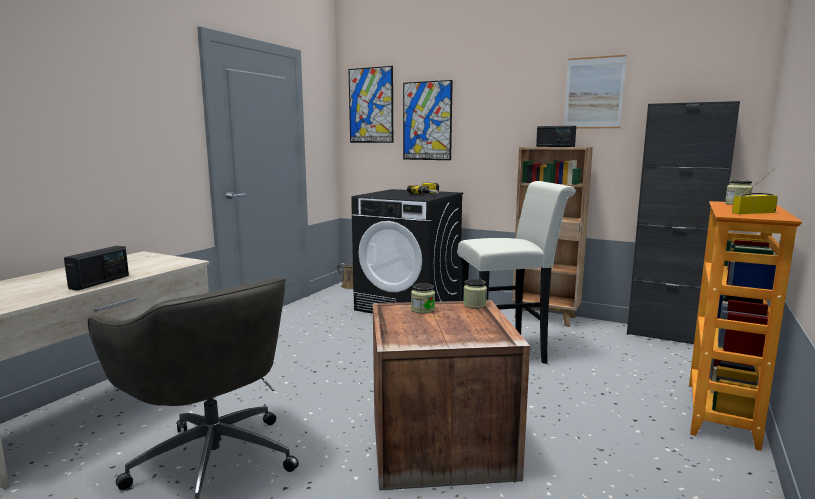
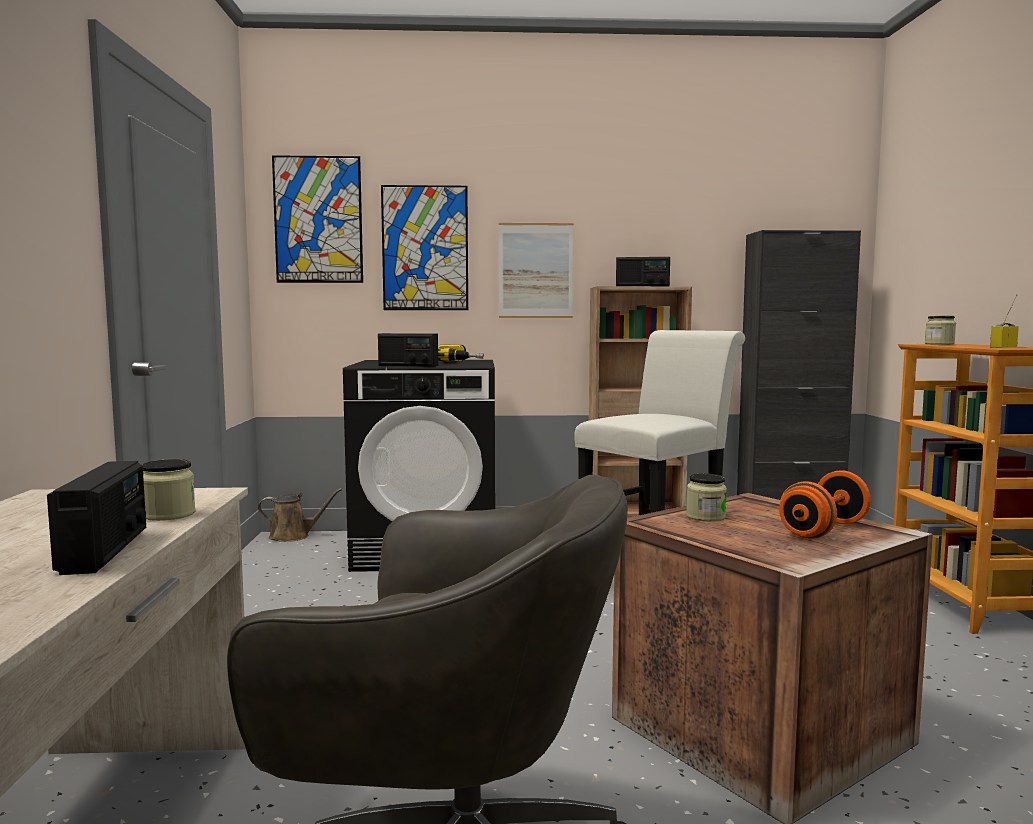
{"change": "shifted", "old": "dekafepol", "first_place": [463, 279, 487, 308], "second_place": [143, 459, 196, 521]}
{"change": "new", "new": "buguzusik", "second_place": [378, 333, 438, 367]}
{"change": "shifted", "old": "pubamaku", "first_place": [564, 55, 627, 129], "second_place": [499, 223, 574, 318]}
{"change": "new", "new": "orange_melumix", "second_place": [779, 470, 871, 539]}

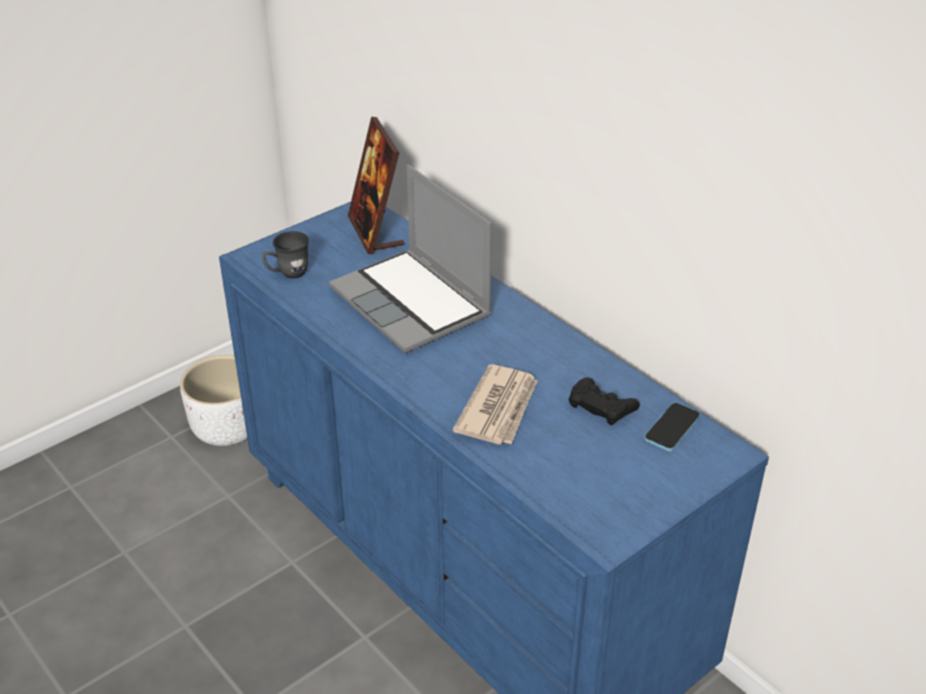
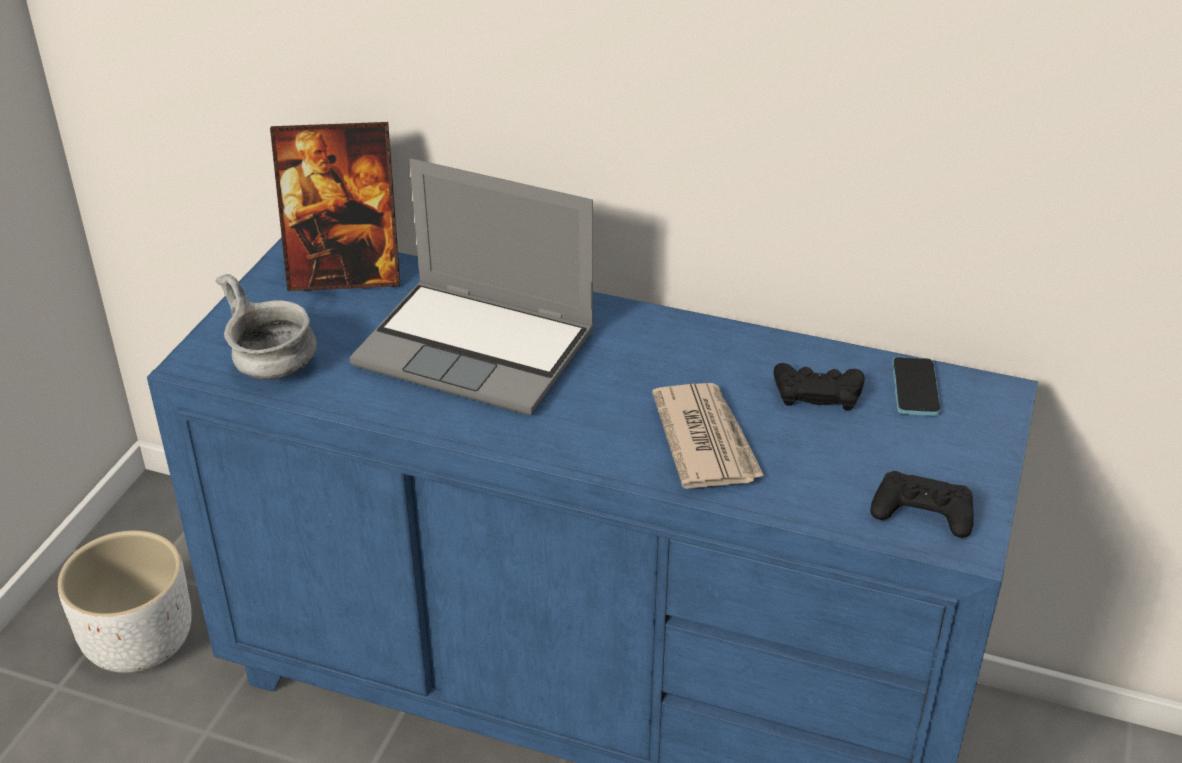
{"change": "swapped", "old": "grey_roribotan", "new": "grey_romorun", "first_place": [262, 231, 309, 279], "second_place": [216, 274, 317, 380]}
{"change": "rotated", "old": "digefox", "first_place": [348, 117, 404, 254], "second_place": [270, 122, 400, 291], "degrees": -45}
{"change": "new", "new": "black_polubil", "second_place": [870, 471, 974, 538]}

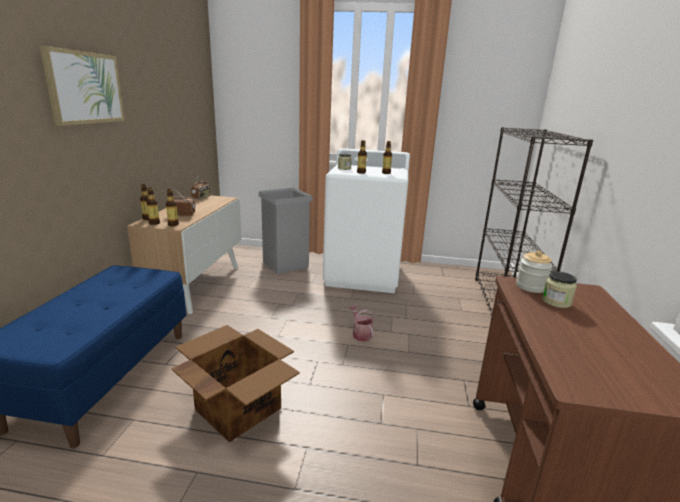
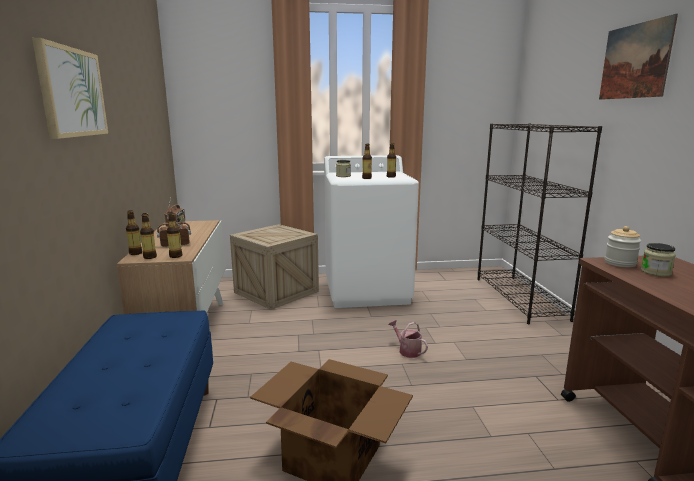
{"change": "swapped", "old": "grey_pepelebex", "new": "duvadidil", "first_place": [258, 188, 313, 274], "second_place": [230, 224, 319, 310]}
{"change": "new", "new": "pubamaku", "second_place": [599, 14, 678, 100]}

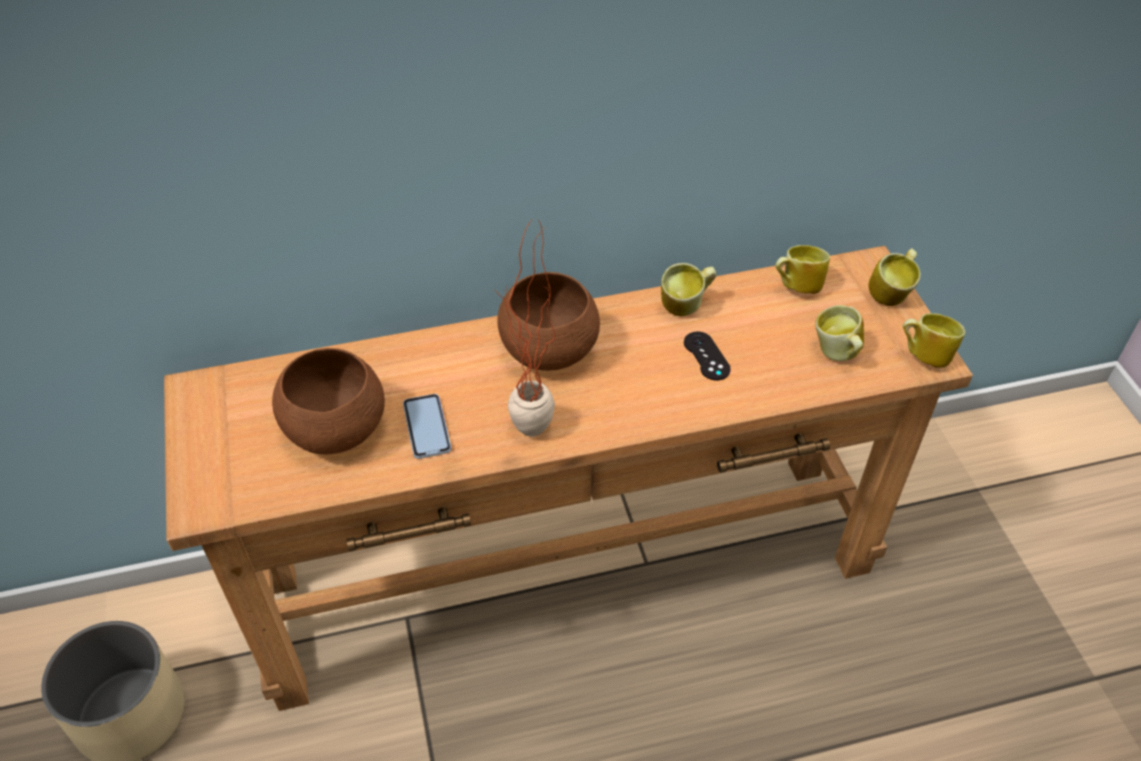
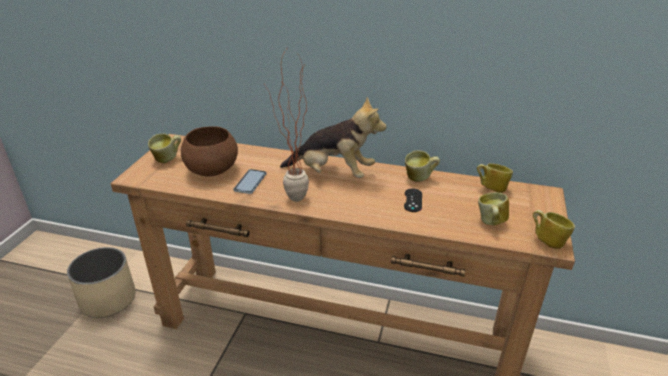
{"change": "shifted", "old": "roribotan", "first_place": [869, 248, 921, 306], "second_place": [148, 133, 181, 163]}
{"change": "swapped", "old": "brown_romorun", "new": "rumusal", "first_place": [497, 272, 600, 371], "second_place": [280, 97, 387, 178]}

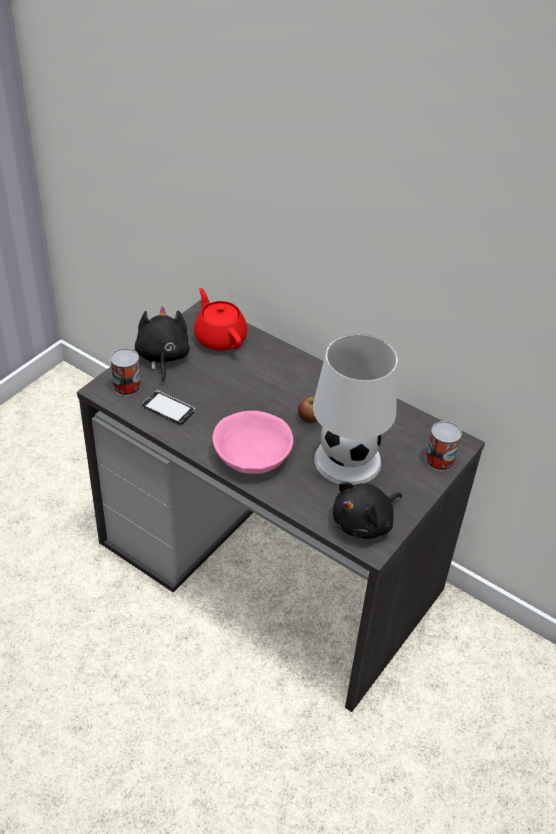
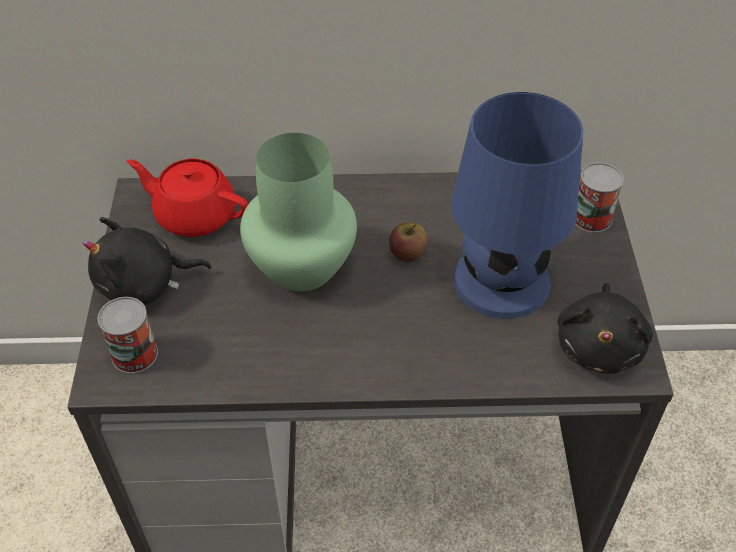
{"change": "rotated", "old": "black_rumusal", "first_place": [135, 306, 190, 383], "second_place": [83, 217, 211, 304], "degrees": -60}
{"change": "new", "new": "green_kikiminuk", "second_place": [240, 133, 357, 291]}
{"change": "repainted", "old": "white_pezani", "new": "blue_pezani", "first_place": [313, 334, 398, 485], "second_place": [451, 92, 583, 319]}
{"change": "gone", "old": "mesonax", "first_place": [142, 391, 195, 425]}
{"change": "gone", "old": "pink_romorun", "first_place": [212, 411, 293, 474]}

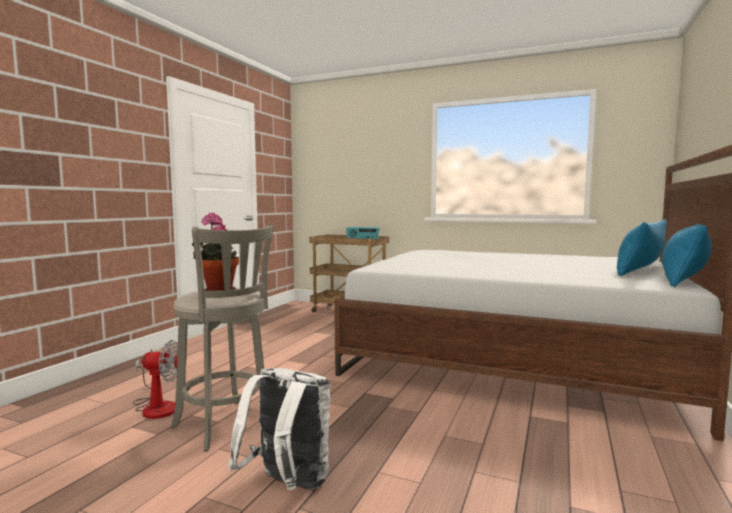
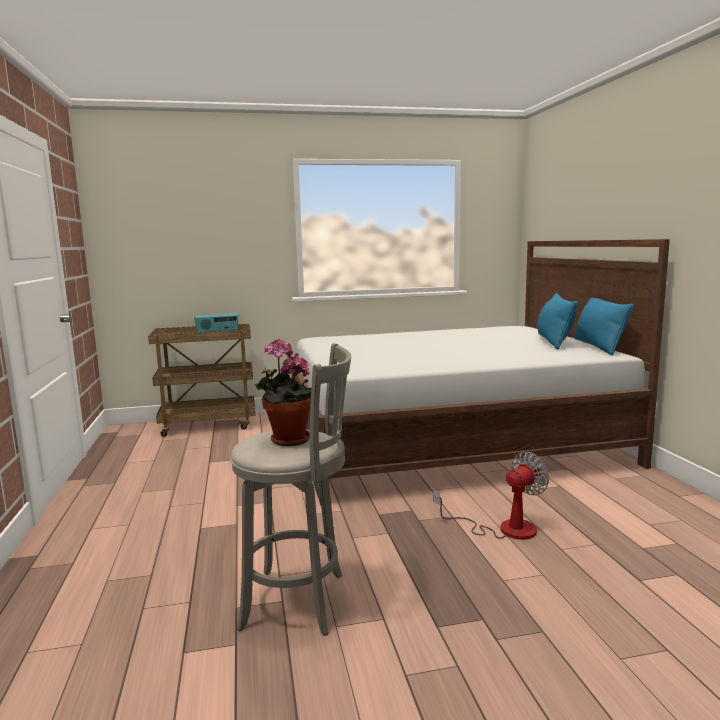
{"change": "shifted", "old": "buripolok", "first_place": [133, 340, 178, 419], "second_place": [433, 452, 549, 540]}
{"change": "gone", "old": "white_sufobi", "first_place": [228, 368, 331, 490]}

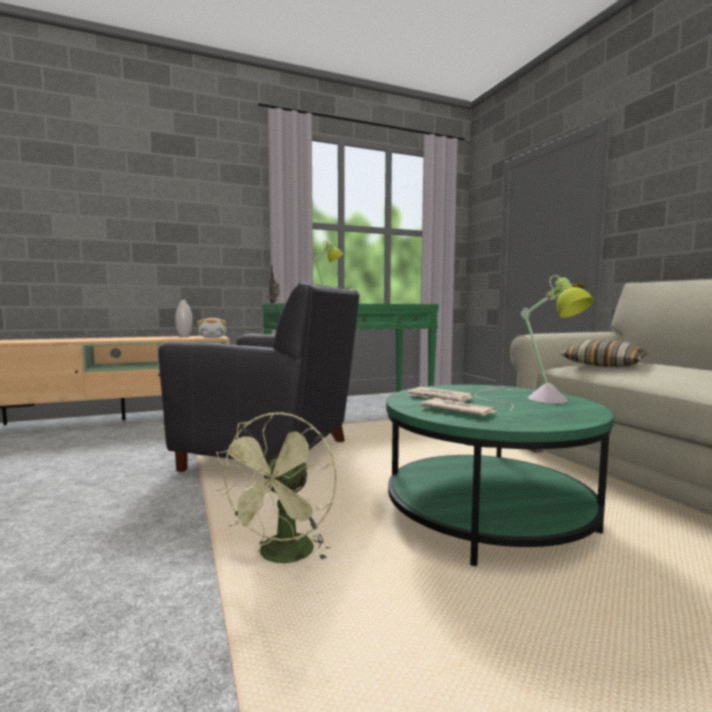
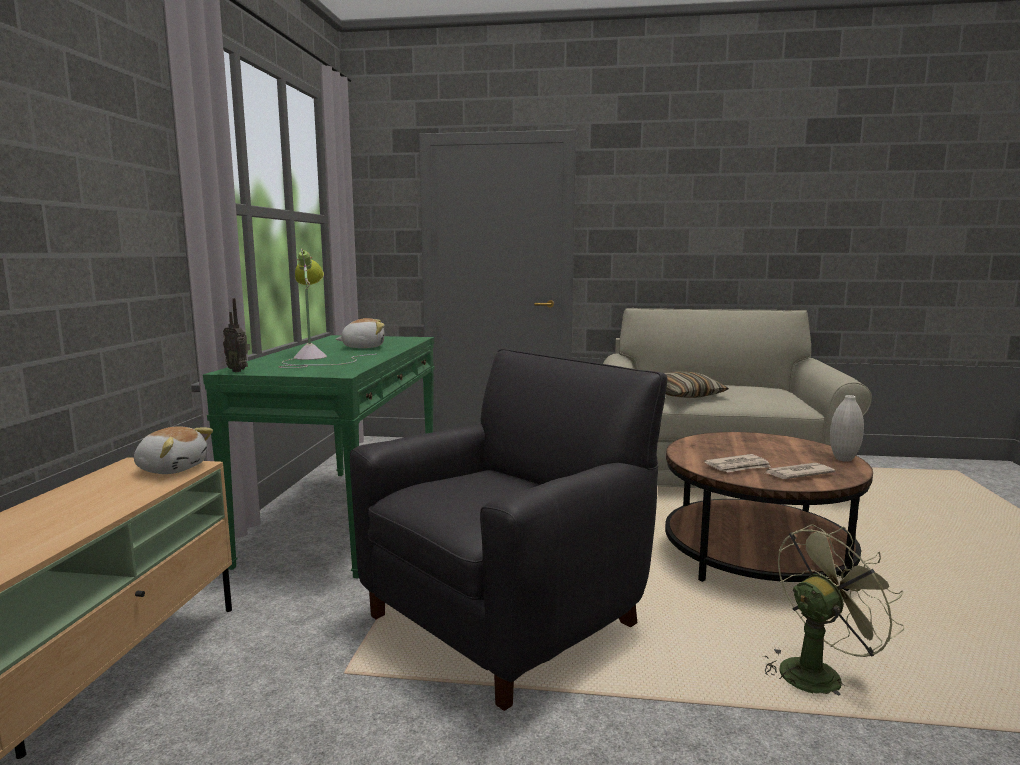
{"change": "new", "new": "rumusal", "second_place": [336, 318, 385, 348]}
{"change": "repainted", "old": "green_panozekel", "new": "brown_panozekel", "first_place": [386, 385, 614, 566], "second_place": [665, 432, 873, 591]}
{"change": "rotated", "old": "green_buripolok", "first_place": [213, 412, 337, 563], "second_place": [764, 524, 904, 695], "degrees": -75}
{"change": "shifted", "old": "white_kikiminuk", "first_place": [175, 300, 193, 337], "second_place": [830, 395, 864, 462]}
{"change": "gone", "old": "pezani", "first_place": [475, 275, 594, 411]}

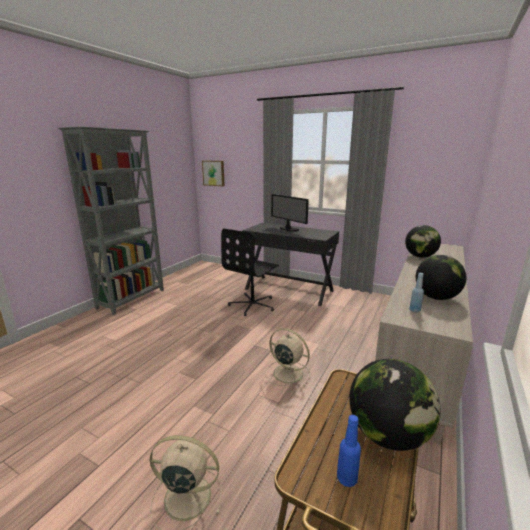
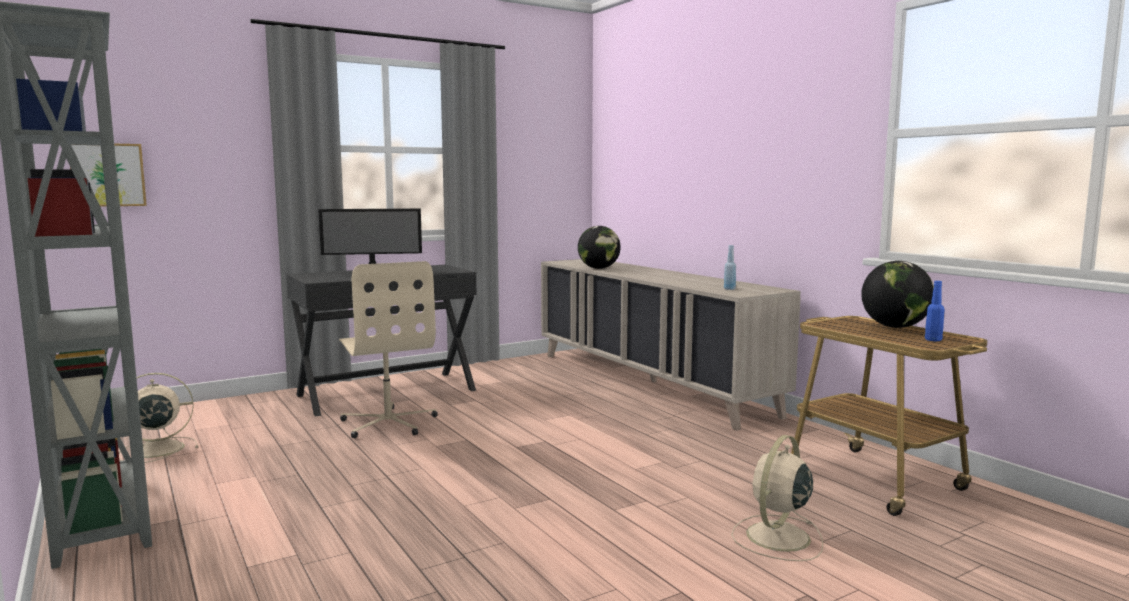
{"change": "shifted", "old": "beige_buripolok", "first_place": [265, 328, 310, 386], "second_place": [119, 373, 199, 463]}
{"change": "repainted", "old": "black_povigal", "new": "beige_povigal", "first_place": [221, 228, 279, 316], "second_place": [339, 261, 438, 438]}
{"change": "gone", "old": "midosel", "first_place": [416, 255, 466, 300]}

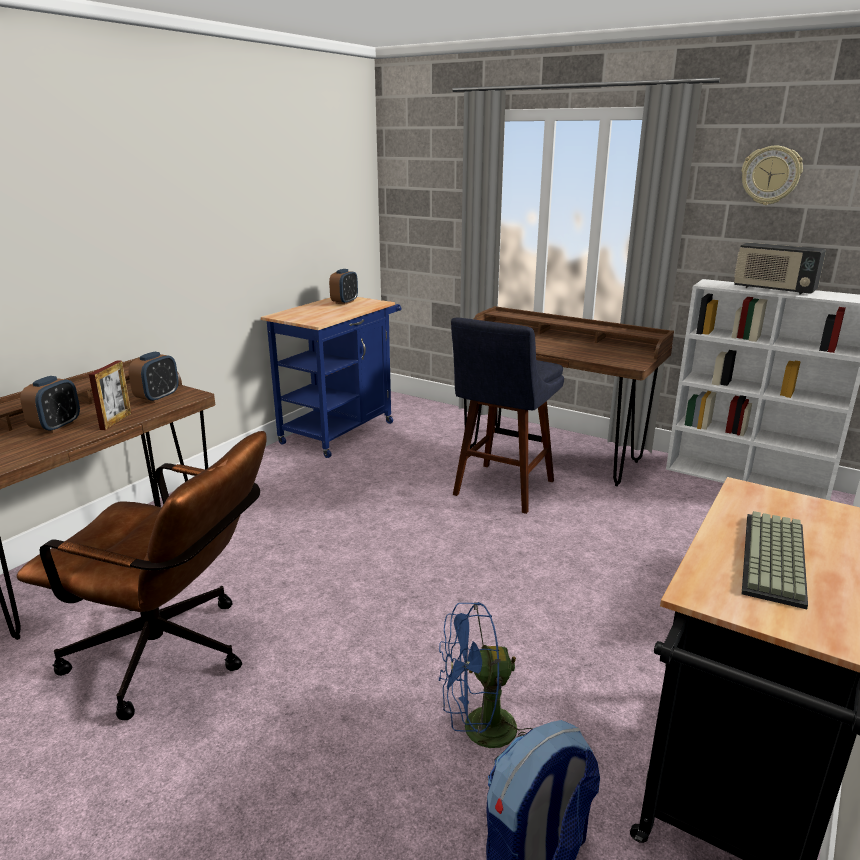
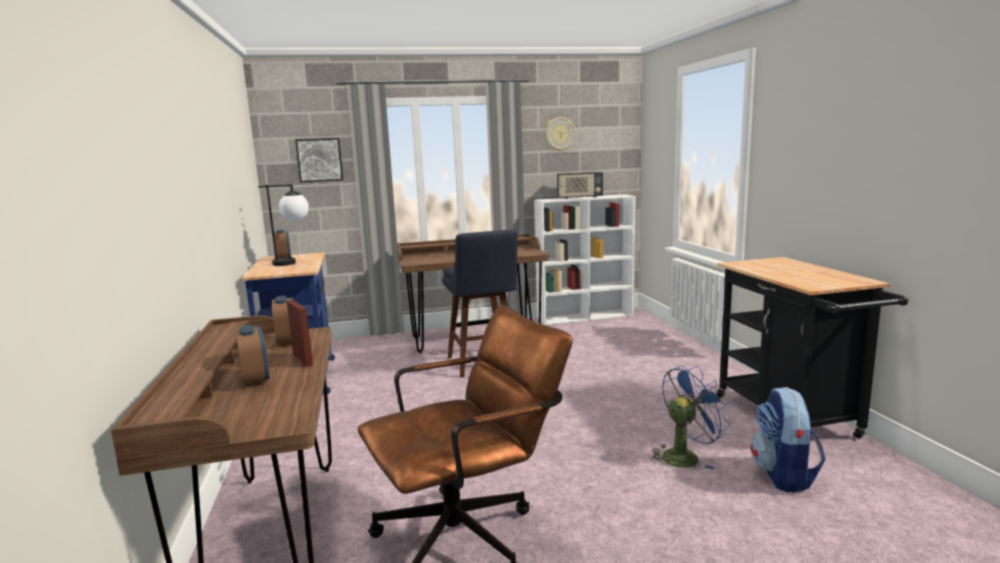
{"change": "new", "new": "pezani", "second_place": [258, 184, 309, 266]}
{"change": "new", "new": "pubamaku", "second_place": [295, 138, 343, 182]}
{"change": "rotated", "old": "blue_buripolok", "first_place": [439, 602, 533, 765], "second_place": [651, 366, 731, 470], "degrees": -150}
{"change": "gone", "old": "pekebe", "first_place": [742, 511, 808, 609]}

